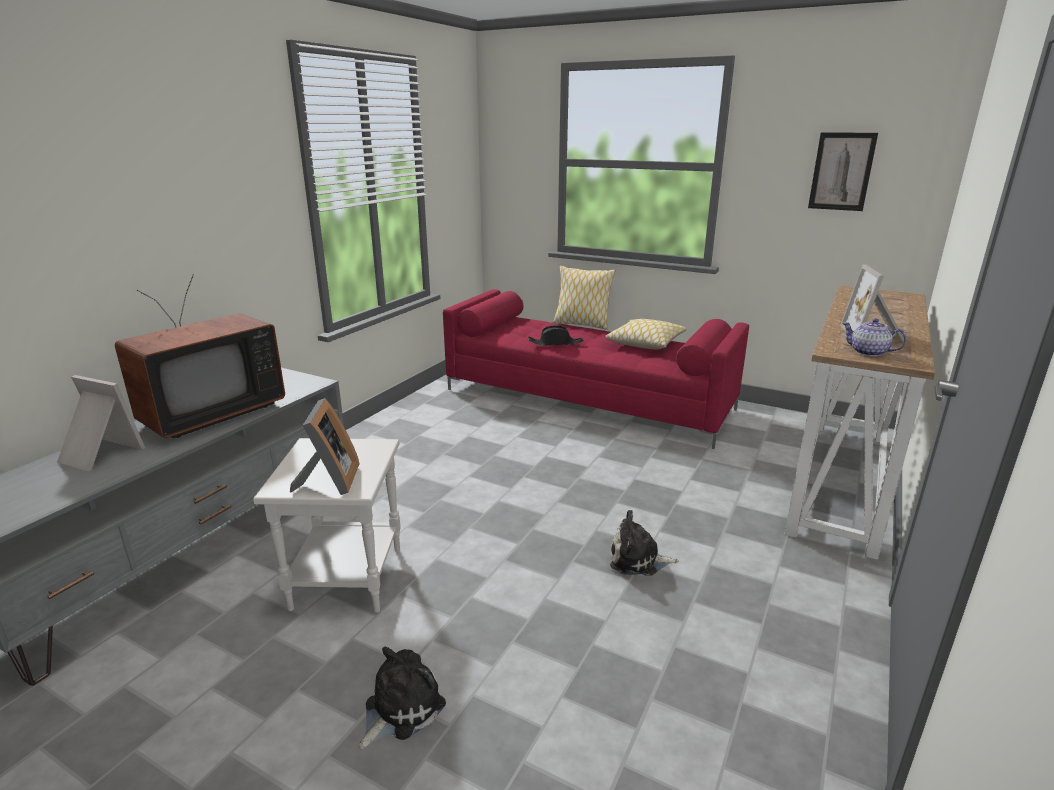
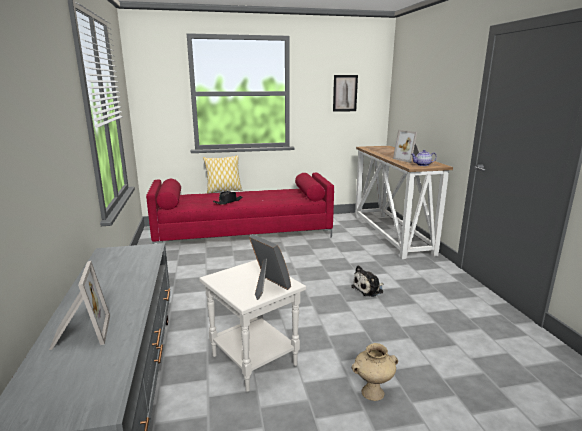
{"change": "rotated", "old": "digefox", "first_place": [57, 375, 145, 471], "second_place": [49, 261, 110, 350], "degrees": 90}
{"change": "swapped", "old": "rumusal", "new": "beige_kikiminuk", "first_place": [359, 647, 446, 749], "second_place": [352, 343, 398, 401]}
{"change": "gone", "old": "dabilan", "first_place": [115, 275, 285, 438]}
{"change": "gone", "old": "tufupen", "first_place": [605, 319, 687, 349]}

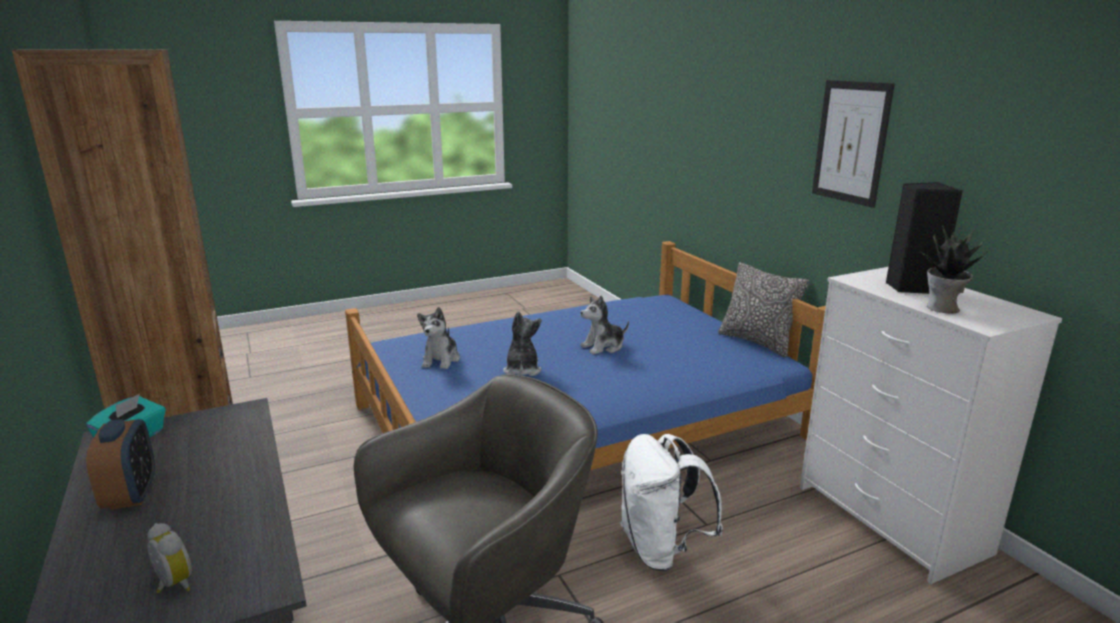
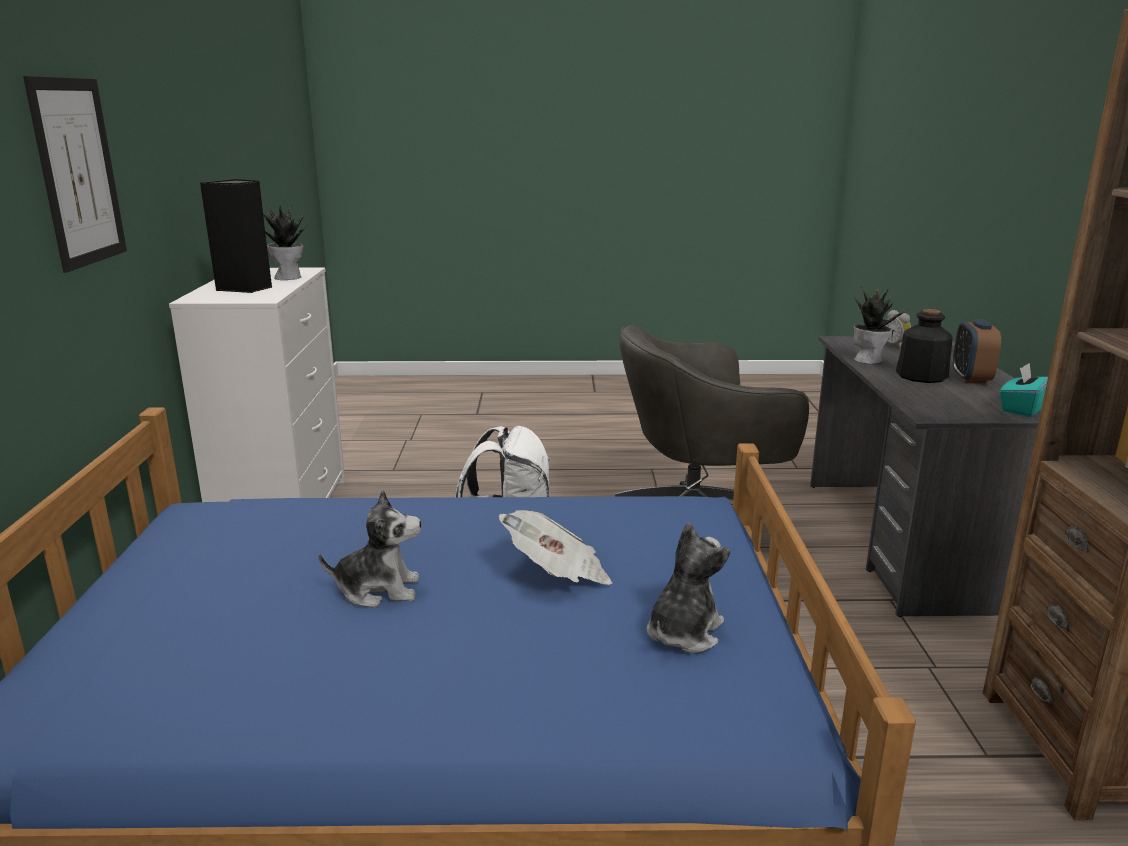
{"change": "swapped", "old": "rumusal", "new": "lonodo", "first_place": [503, 311, 542, 376], "second_place": [499, 510, 613, 585]}
{"change": "new", "new": "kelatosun", "second_place": [854, 284, 909, 364]}
{"change": "new", "new": "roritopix", "second_place": [896, 309, 953, 383]}
{"change": "gone", "old": "tufupen", "first_place": [718, 262, 809, 357]}

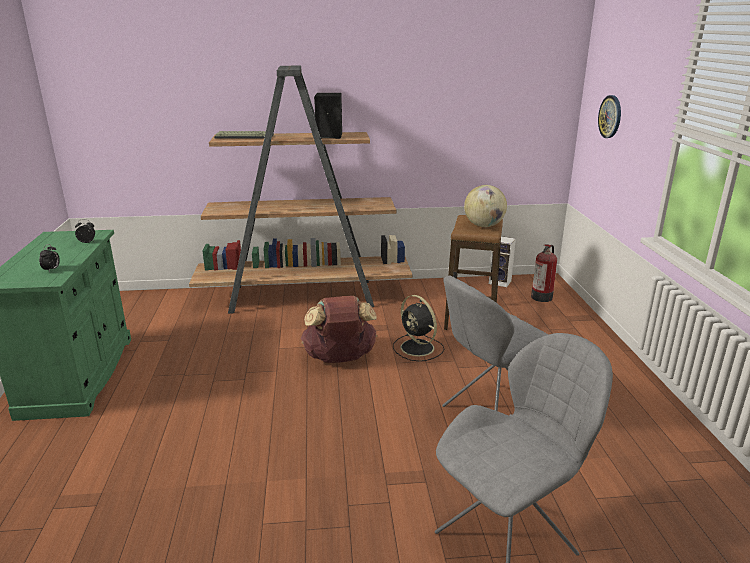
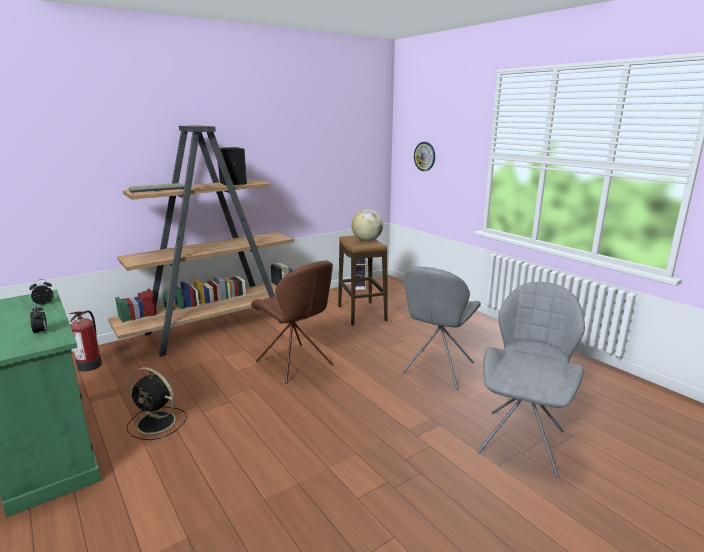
{"change": "shifted", "old": "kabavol", "first_place": [531, 244, 557, 302], "second_place": [69, 310, 102, 371]}
{"change": "shifted", "old": "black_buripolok", "first_place": [393, 295, 444, 361], "second_place": [127, 367, 187, 440]}
{"change": "swapped", "old": "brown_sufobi", "new": "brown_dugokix", "first_place": [301, 296, 377, 363], "second_place": [251, 260, 333, 384]}

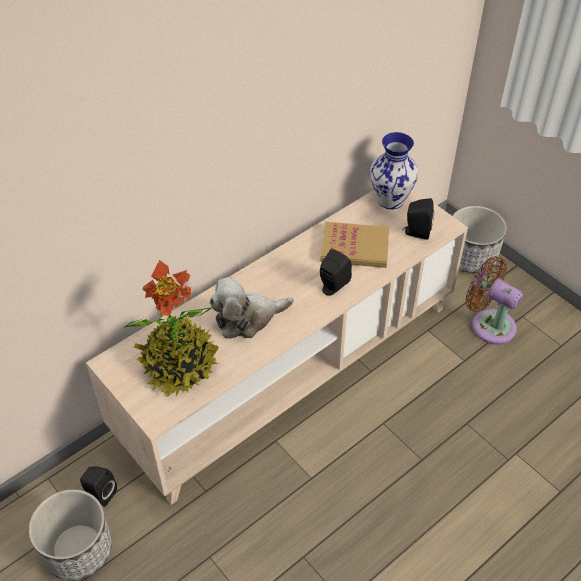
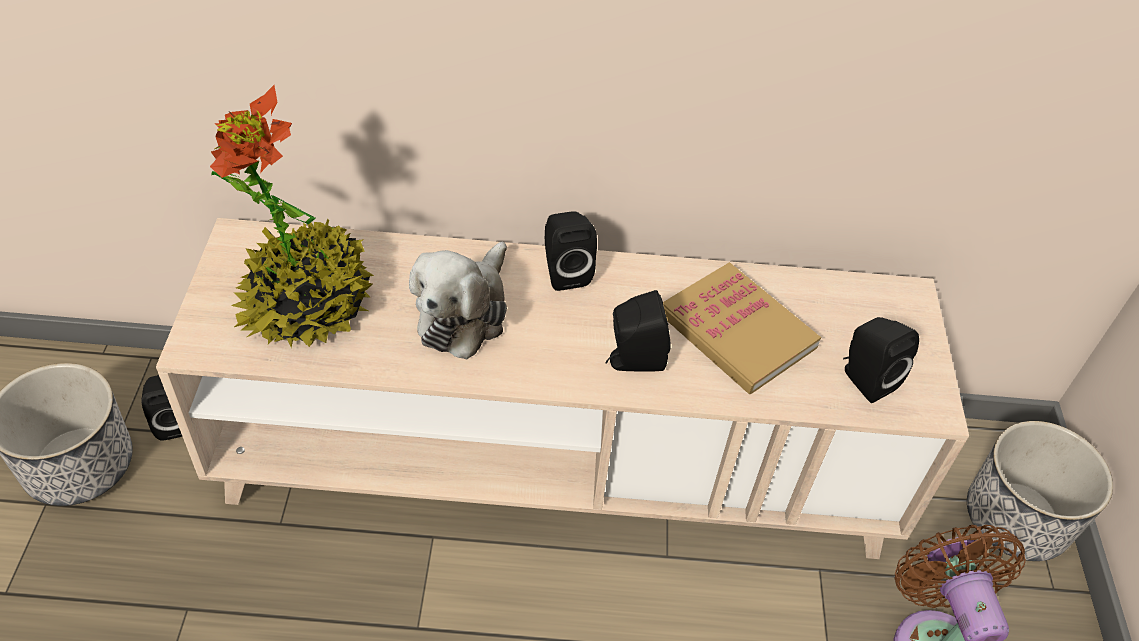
{"change": "rotated", "old": "rumusal", "first_place": [209, 277, 294, 339], "second_place": [409, 242, 507, 360], "degrees": -90}
{"change": "new", "new": "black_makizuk", "second_place": [545, 211, 597, 291]}
{"change": "gone", "old": "kikiminuk", "first_place": [370, 132, 418, 210]}

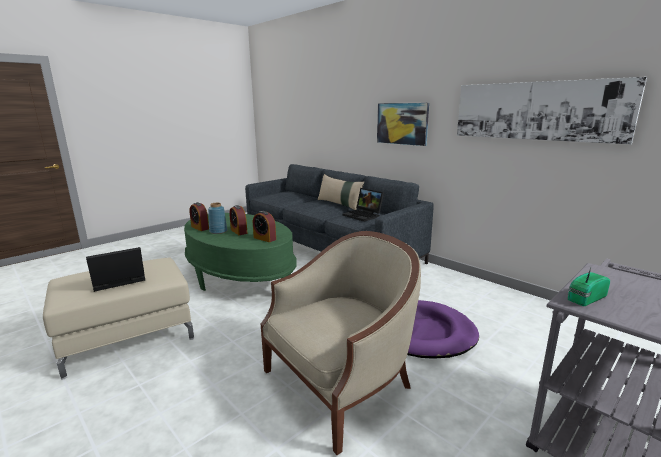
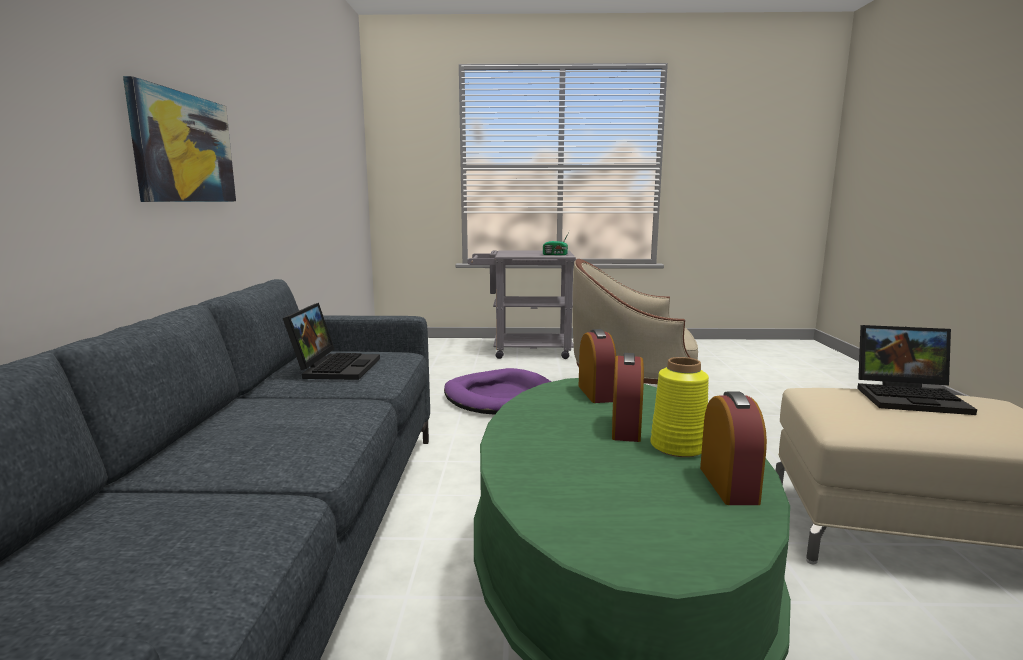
{"change": "repainted", "old": "blue_kikiminuk", "new": "yellow_kikiminuk", "first_place": [208, 203, 228, 234], "second_place": [650, 357, 709, 457]}
{"change": "gone", "old": "beige_tufupen", "first_place": [318, 174, 365, 210]}
{"change": "gone", "old": "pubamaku", "first_place": [457, 77, 647, 144]}

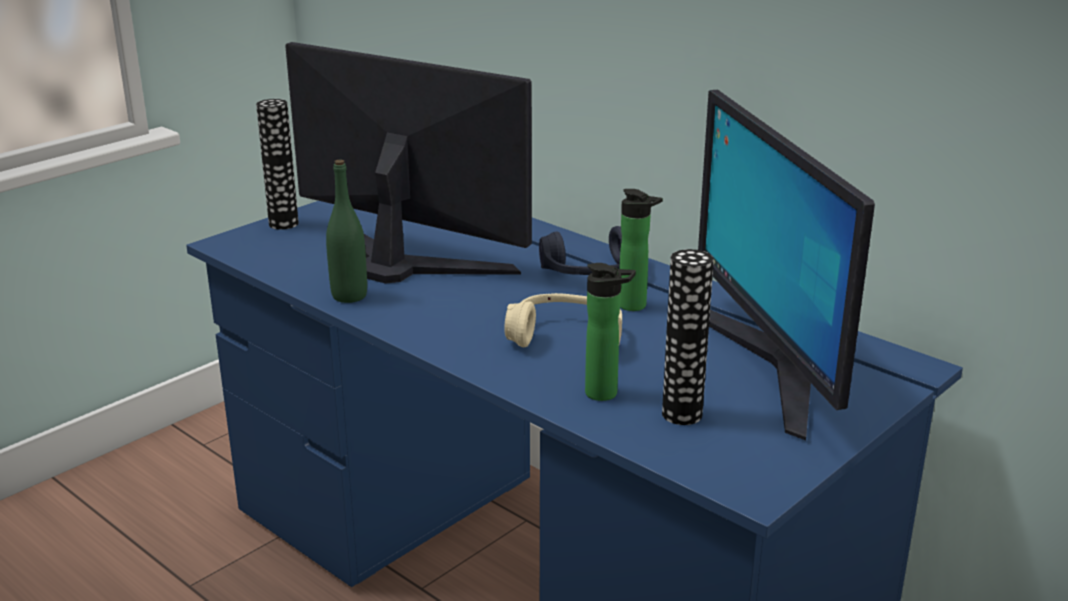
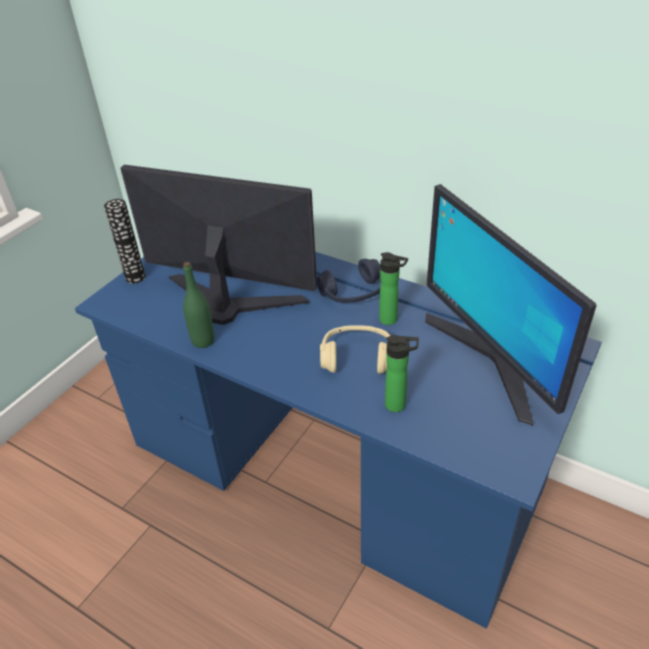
{"change": "gone", "old": "kikiminuk", "first_place": [662, 249, 714, 425]}

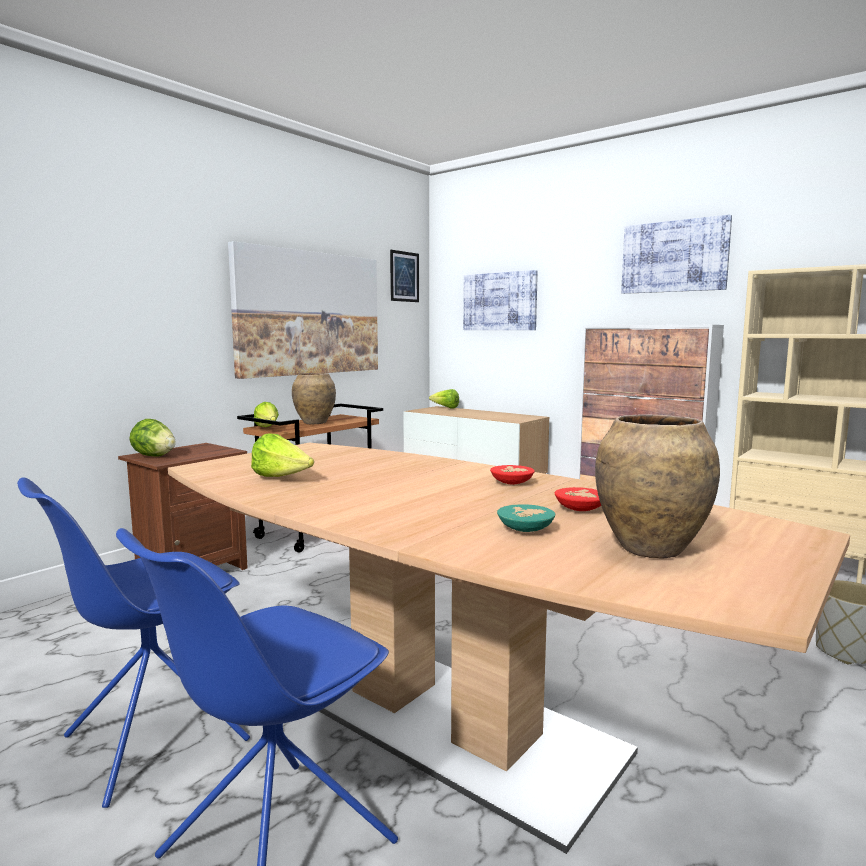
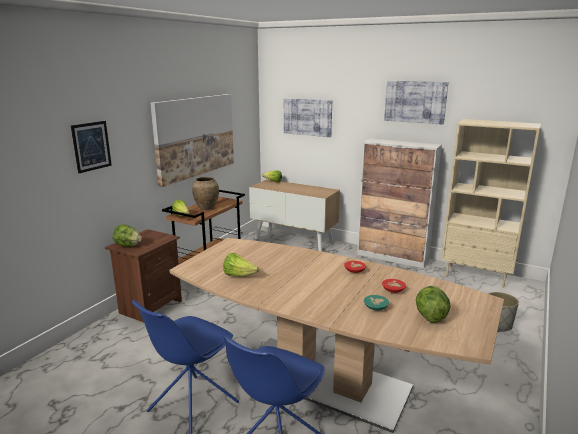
{"change": "shifted", "old": "pubamaku", "first_place": [390, 250, 419, 302], "second_place": [71, 121, 112, 173]}
{"change": "swapped", "old": "brown_kikiminuk", "new": "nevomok", "first_place": [595, 414, 720, 558], "second_place": [416, 286, 451, 323]}

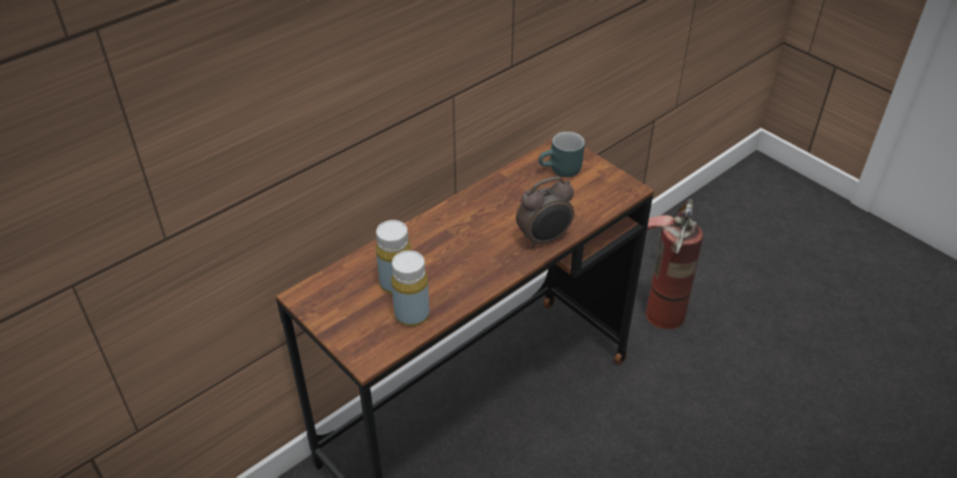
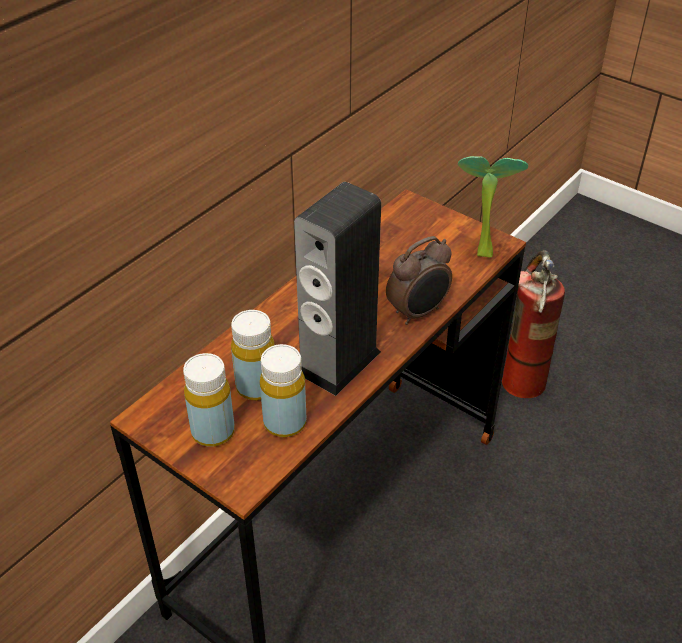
{"change": "new", "new": "yellow_roritopix", "second_place": [183, 353, 235, 447]}
{"change": "new", "new": "makizuk", "second_place": [294, 182, 381, 396]}
{"change": "new", "new": "kelatosun", "second_place": [458, 156, 528, 258]}
{"change": "gone", "old": "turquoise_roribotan", "first_place": [539, 132, 585, 177]}

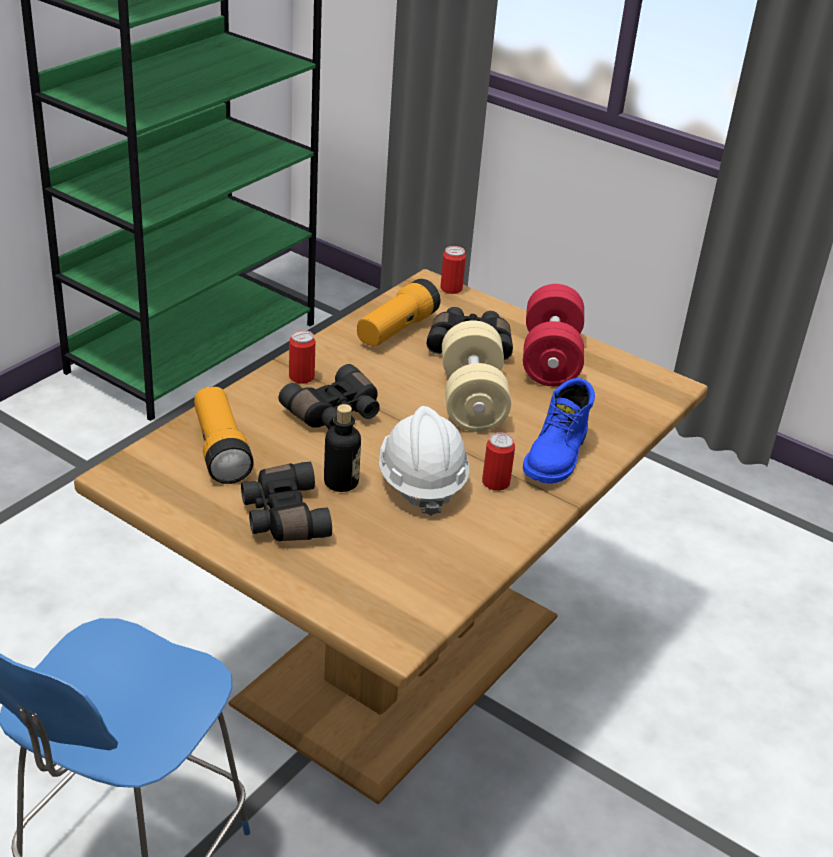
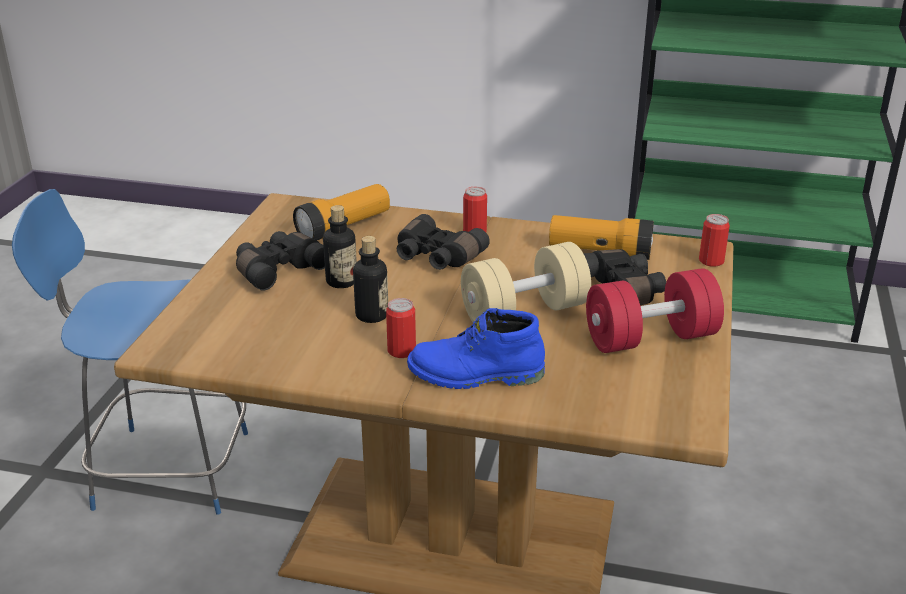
{"change": "swapped", "old": "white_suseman", "new": "roritopix", "first_place": [379, 406, 470, 516], "second_place": [353, 236, 388, 323]}

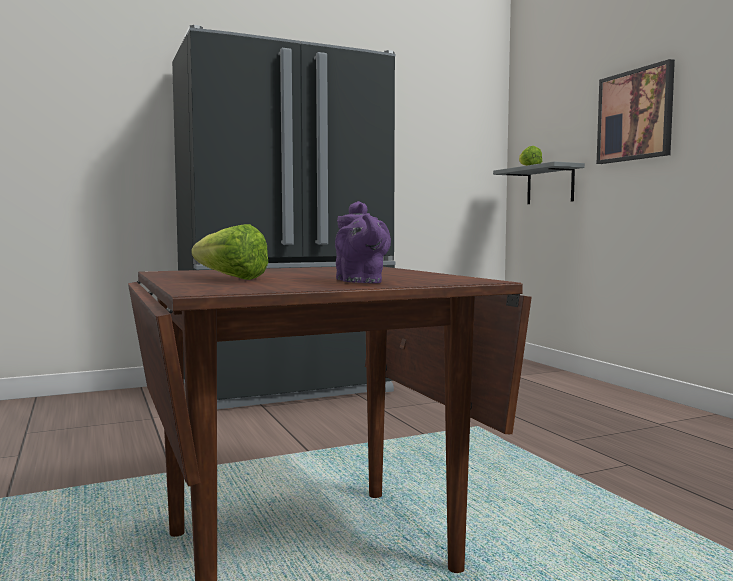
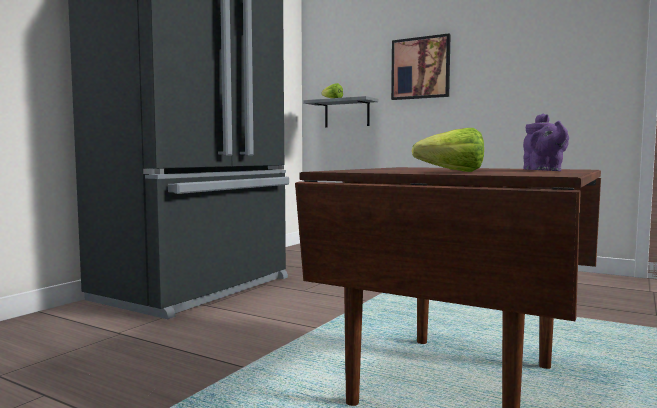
{"change": "rotated", "old": "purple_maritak", "first_place": [335, 201, 391, 283], "second_place": [523, 114, 569, 171], "degrees": 45}

